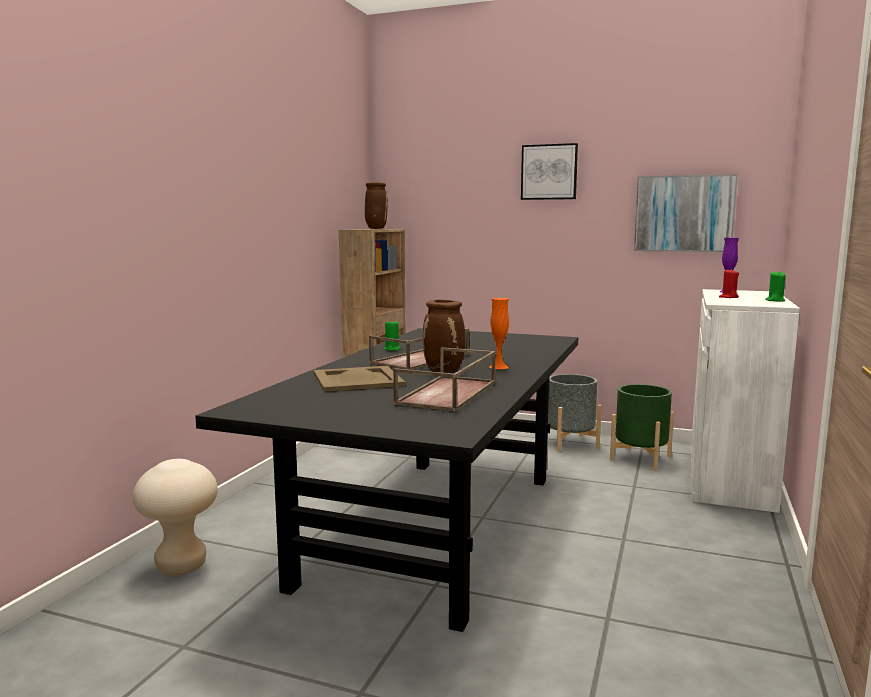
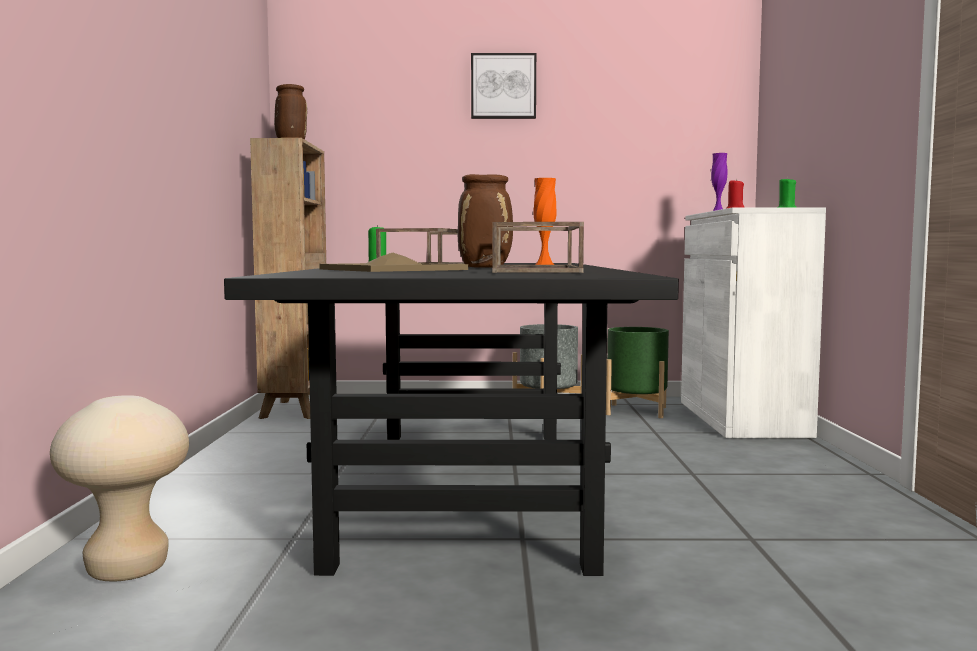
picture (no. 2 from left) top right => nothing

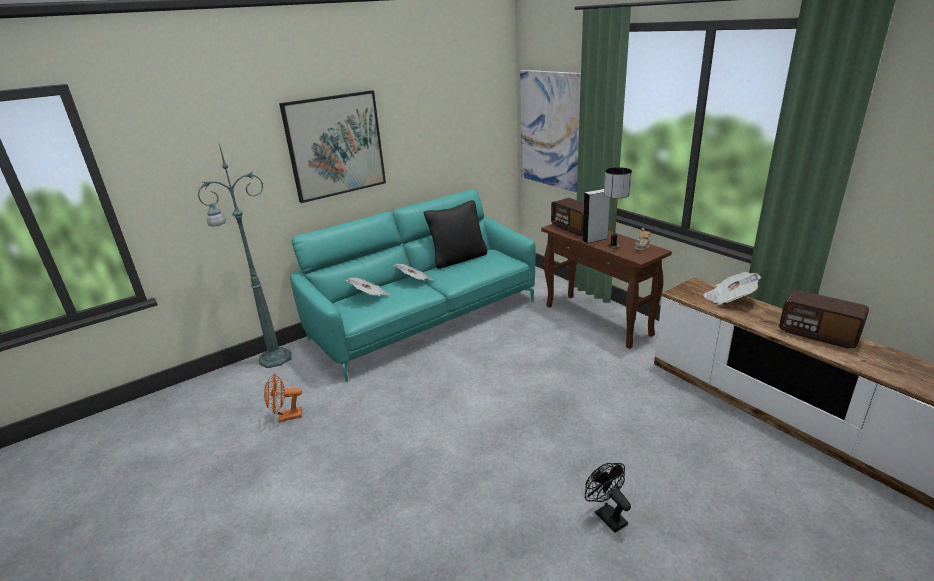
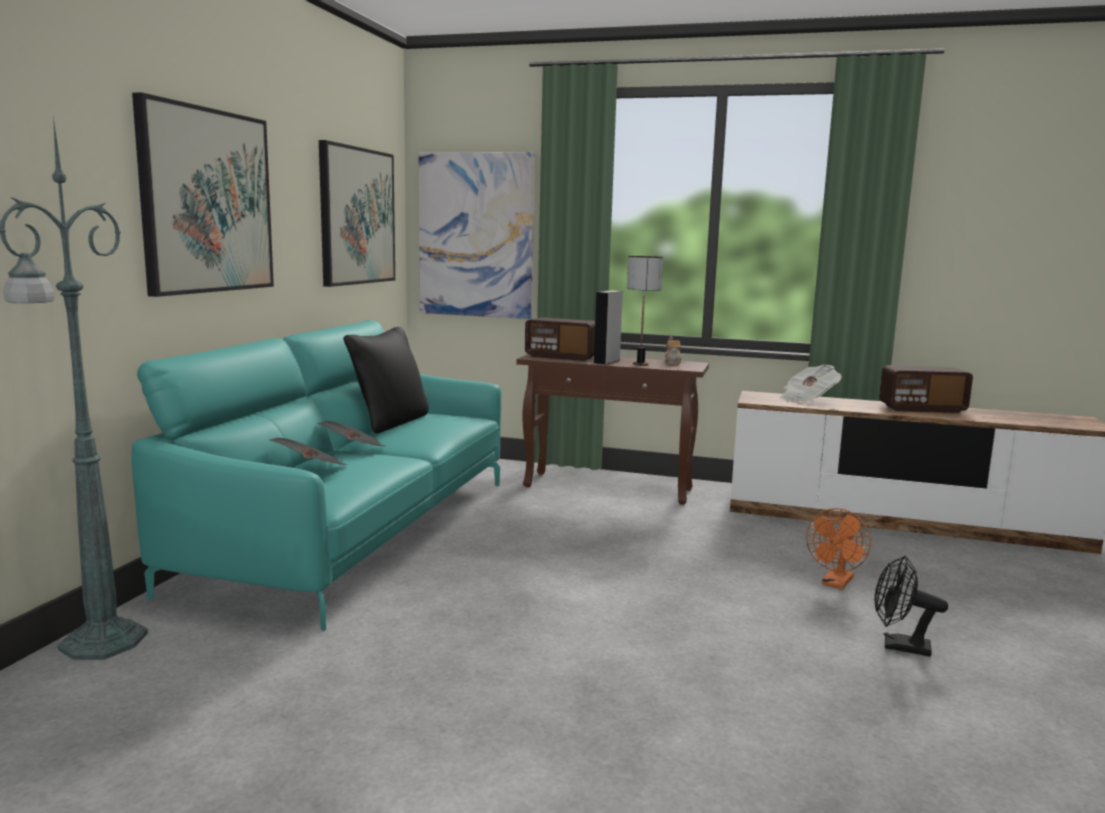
orange fan bottom left => orange fan bottom right, shifted
nothing => picture (no. 2 from left) top left

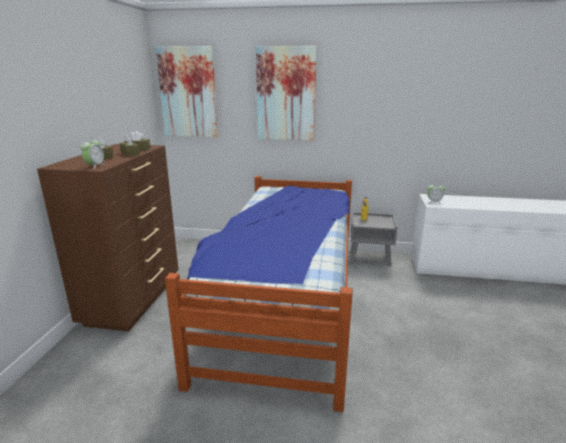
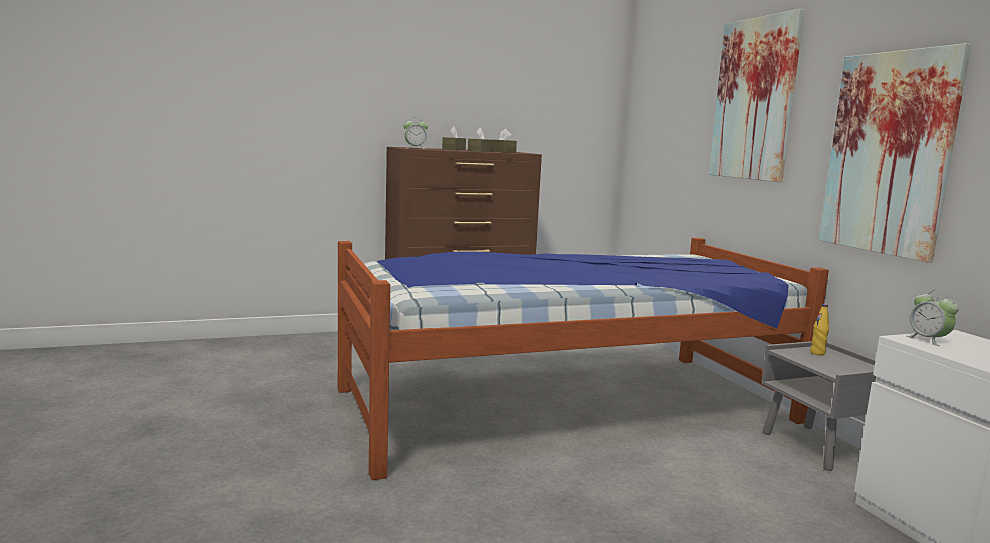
picture (no. 1 from left in the first image) top left => picture (no. 2 from left) top right, shifted

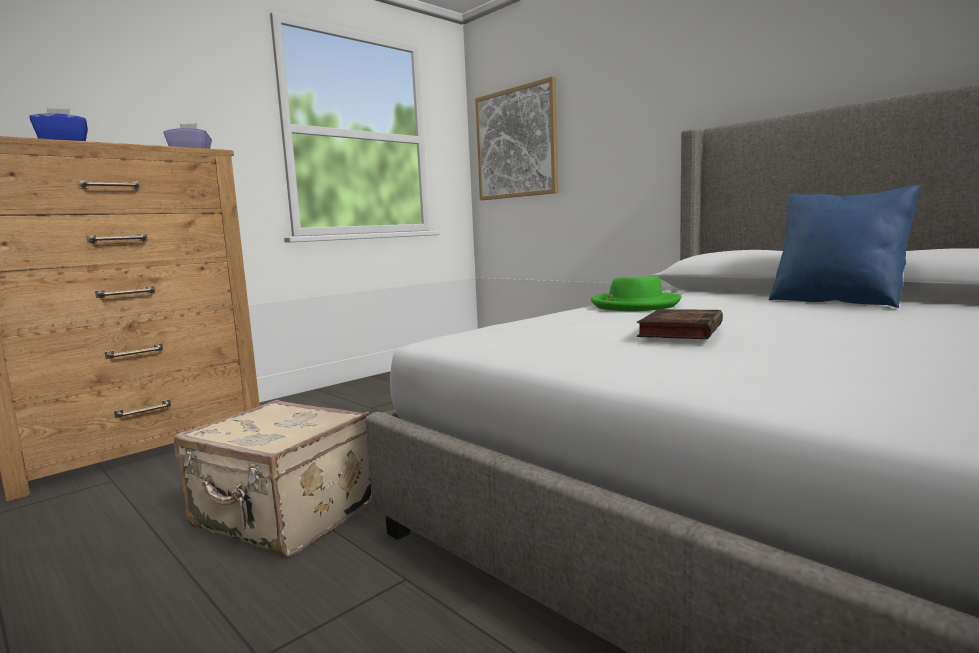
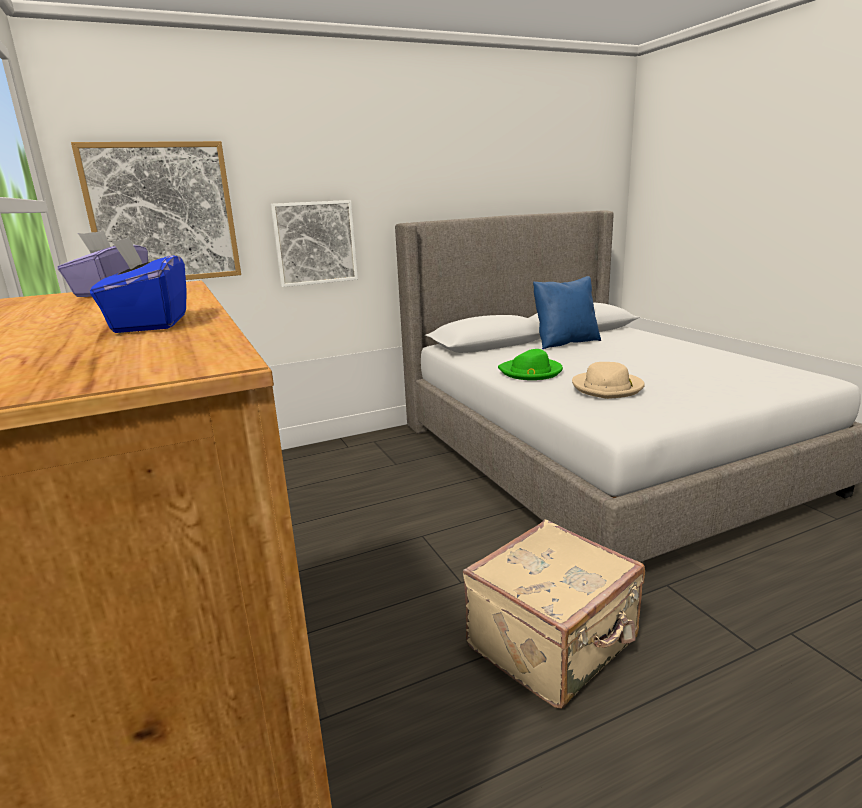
book middle right => nothing
nothing => picture (no. 2 from left) top centre
nothing => beige hat middle right

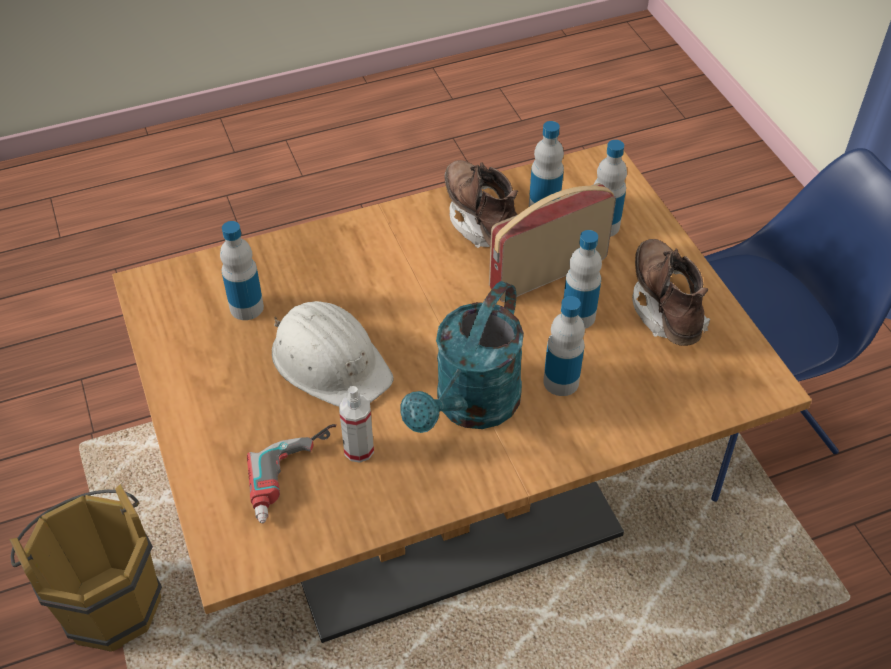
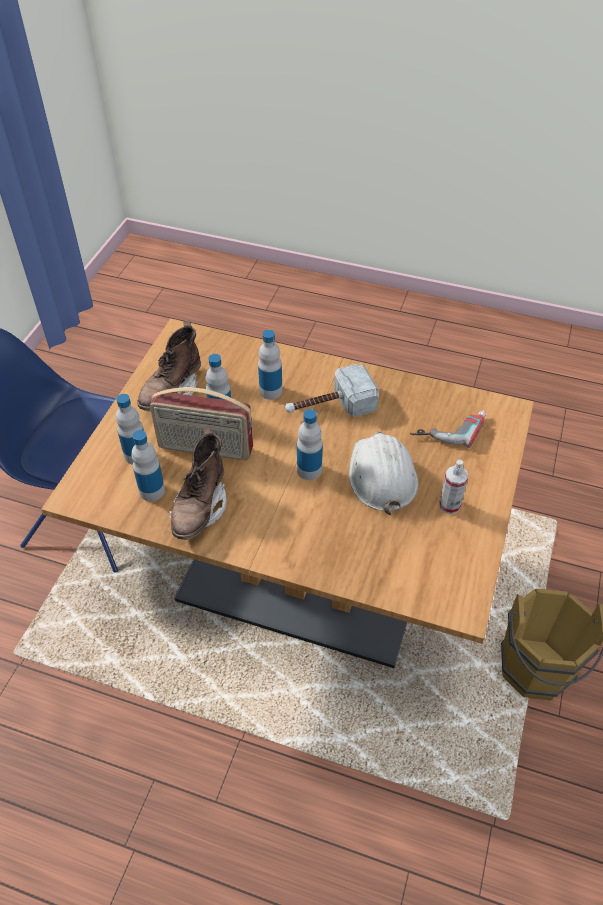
bottle (no. 1 from left in the first image) middle left => bottle (no. 5 from left) centre, shifted
turquoise watering can centre => hammer centre
spray bottle centre => spray bottle middle right, shifted

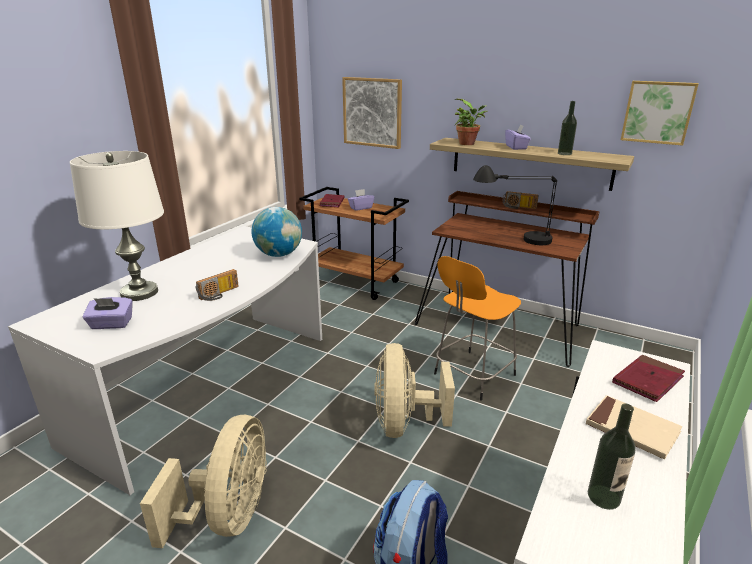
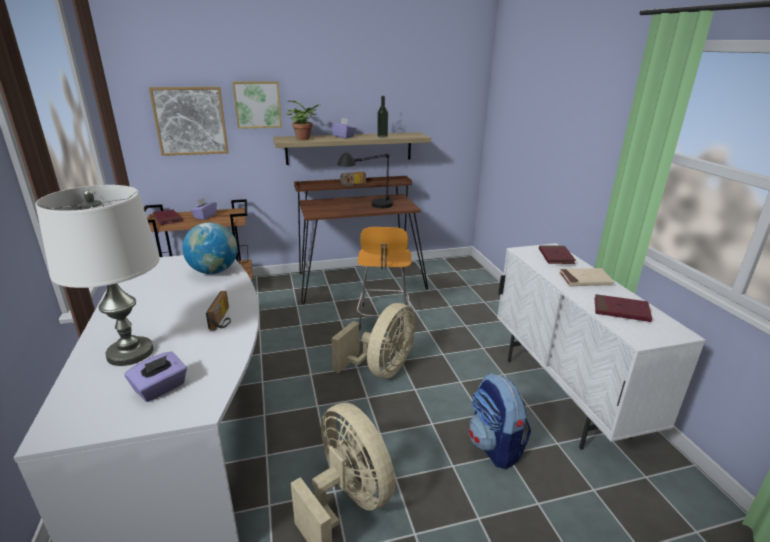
picture (no. 2 from left) top right => picture (no. 2 from left) top centre, shifted
beige fan (no. 2 from left) bottom centre => beige fan (no. 2 from left) centre, 105 degrees counterclockwise
bottle (no. 2 from left) bottom right => red book (no. 3 from left) middle right

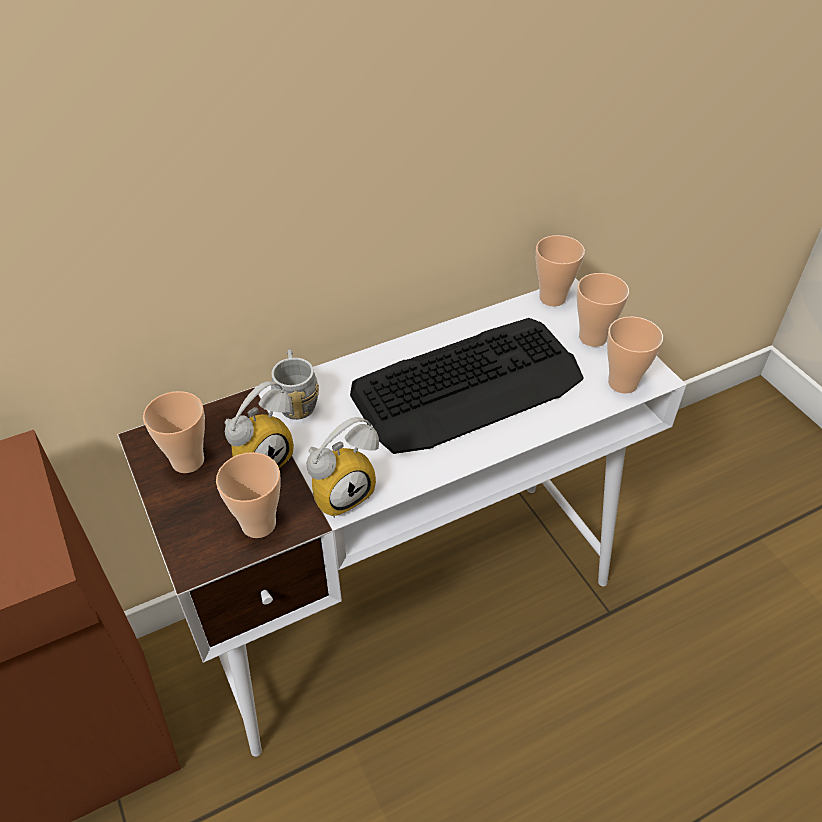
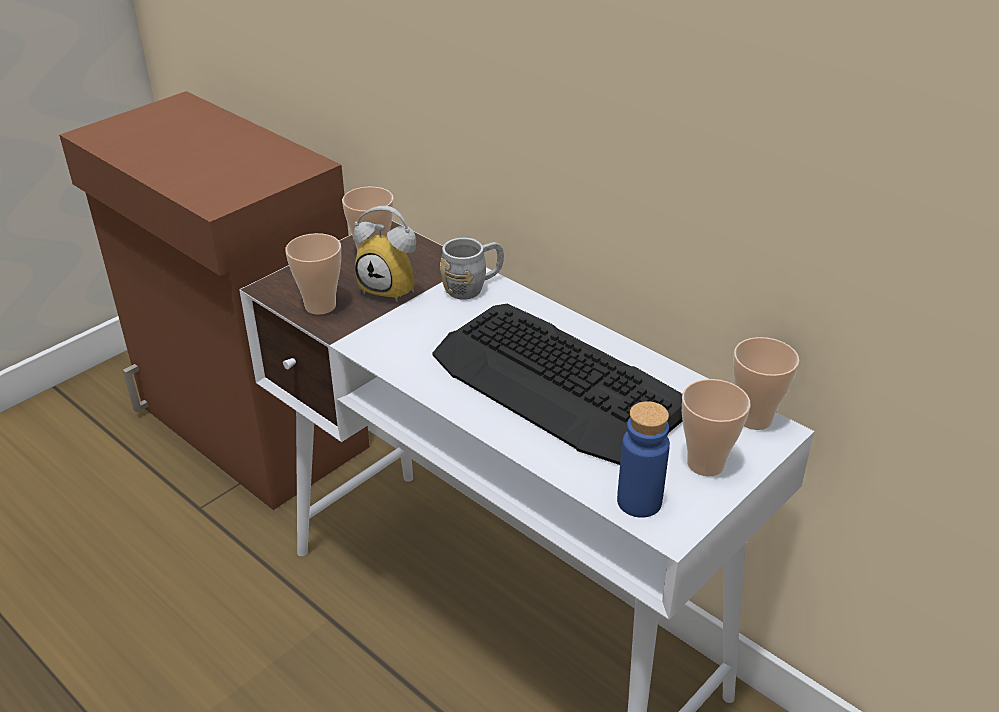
cup (no. 5 from left) middle right => blue bottle centre
alarm clock (no. 2 from left) centre => nothing

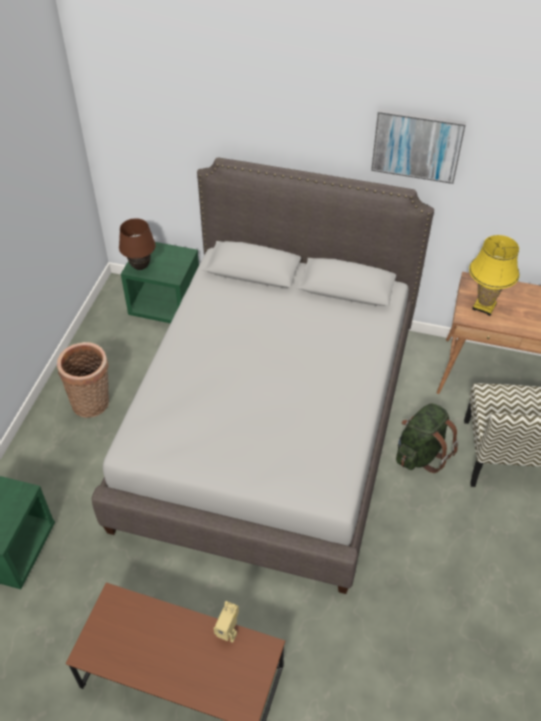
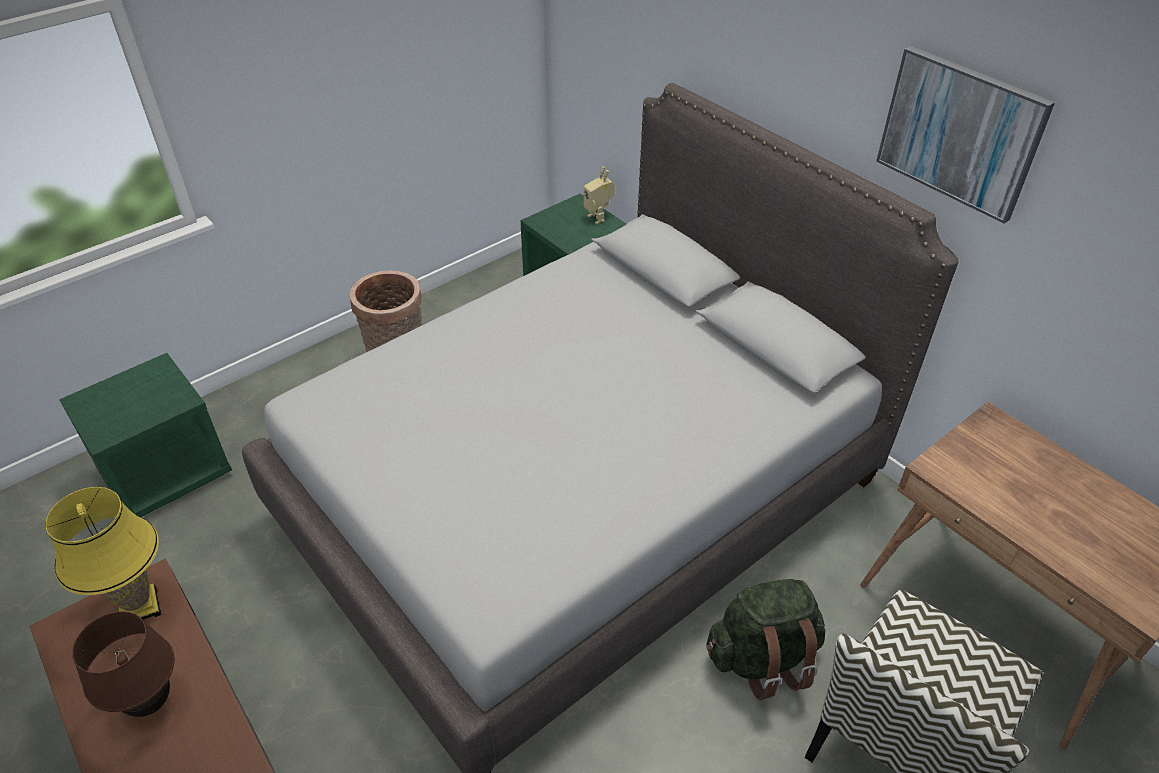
brown table lamp middle left => brown table lamp bottom left, shifted
yellow table lamp middle right => yellow table lamp bottom left, shifted
toy robot bottom centre => toy robot top centre, shifted

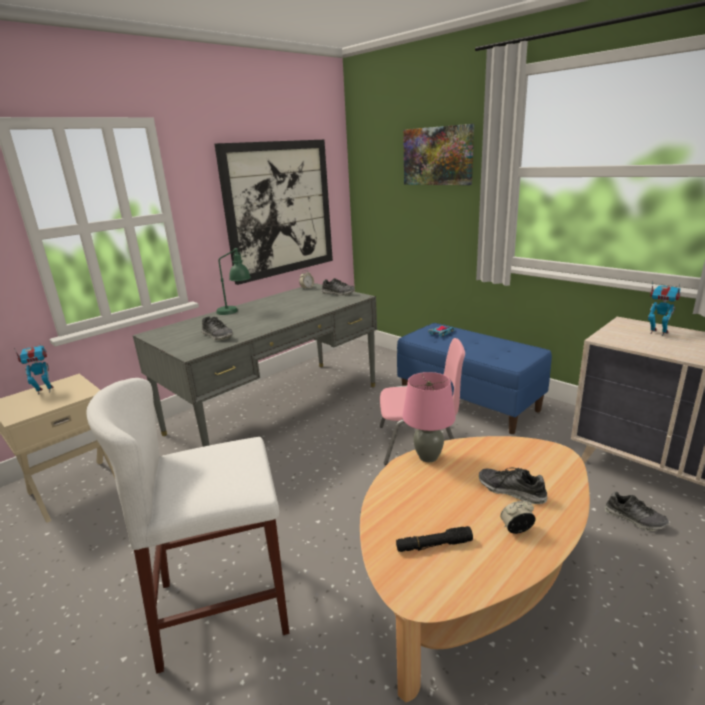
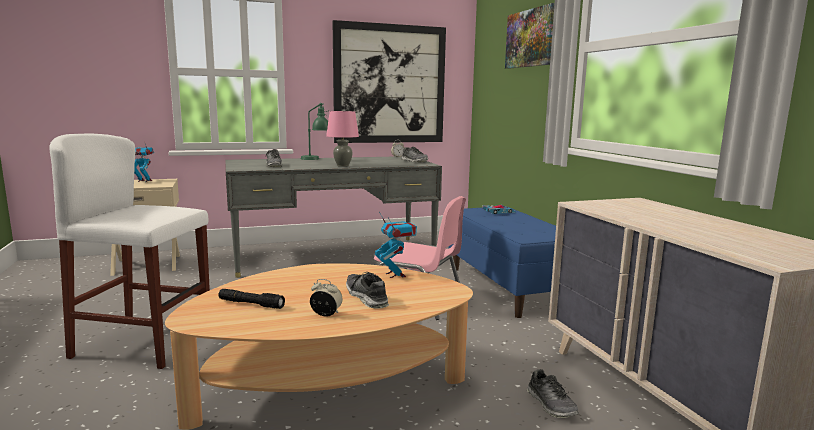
toy robot (no. 2 from left) middle right => toy robot (no. 2 from left) centre, shifted
pink table lamp centre => pink table lamp top centre, shifted

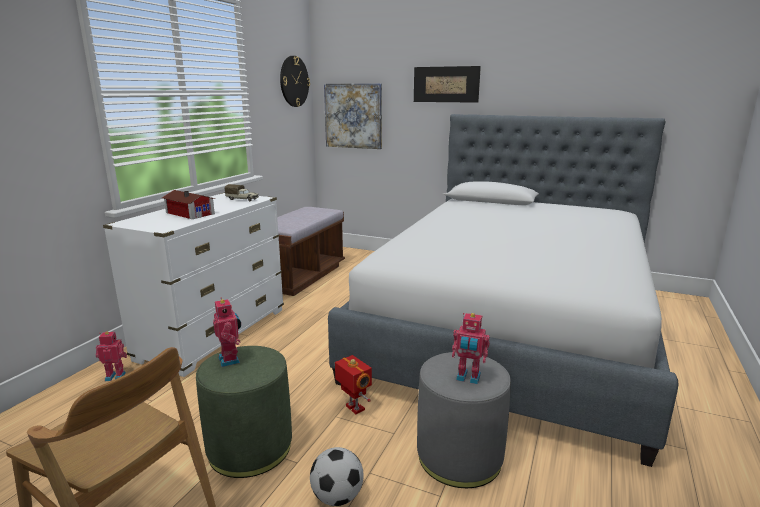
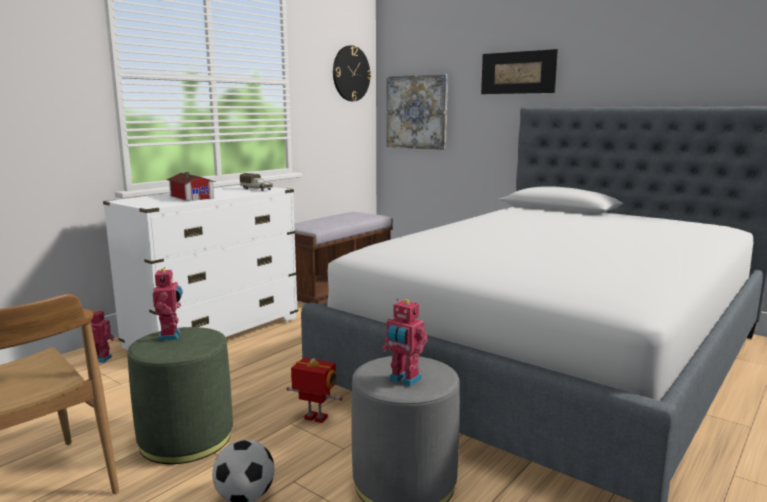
toy robot (no. 3 from left) bottom centre, 45 degrees counterclockwise

